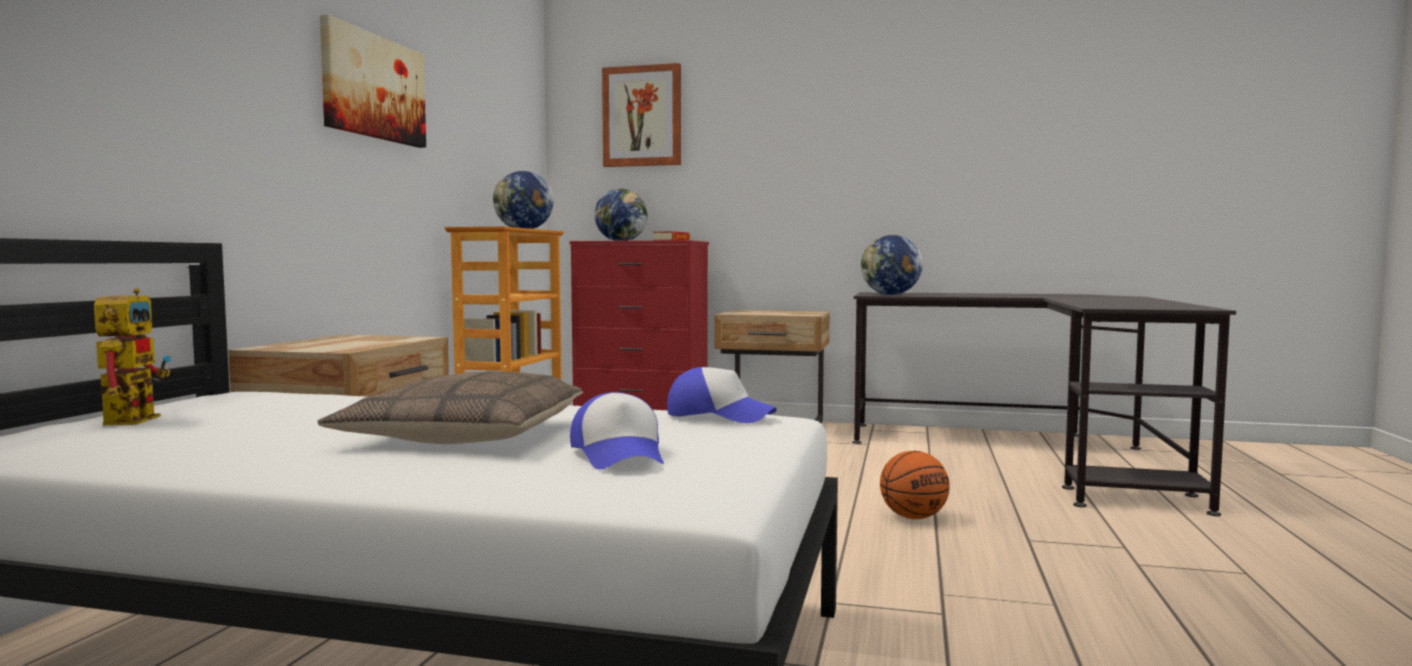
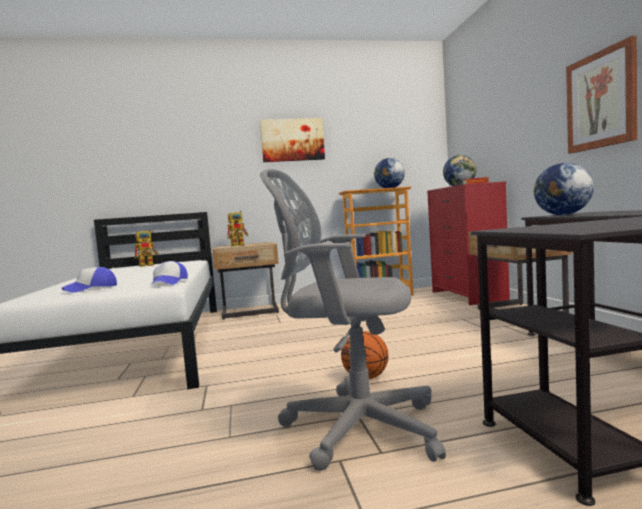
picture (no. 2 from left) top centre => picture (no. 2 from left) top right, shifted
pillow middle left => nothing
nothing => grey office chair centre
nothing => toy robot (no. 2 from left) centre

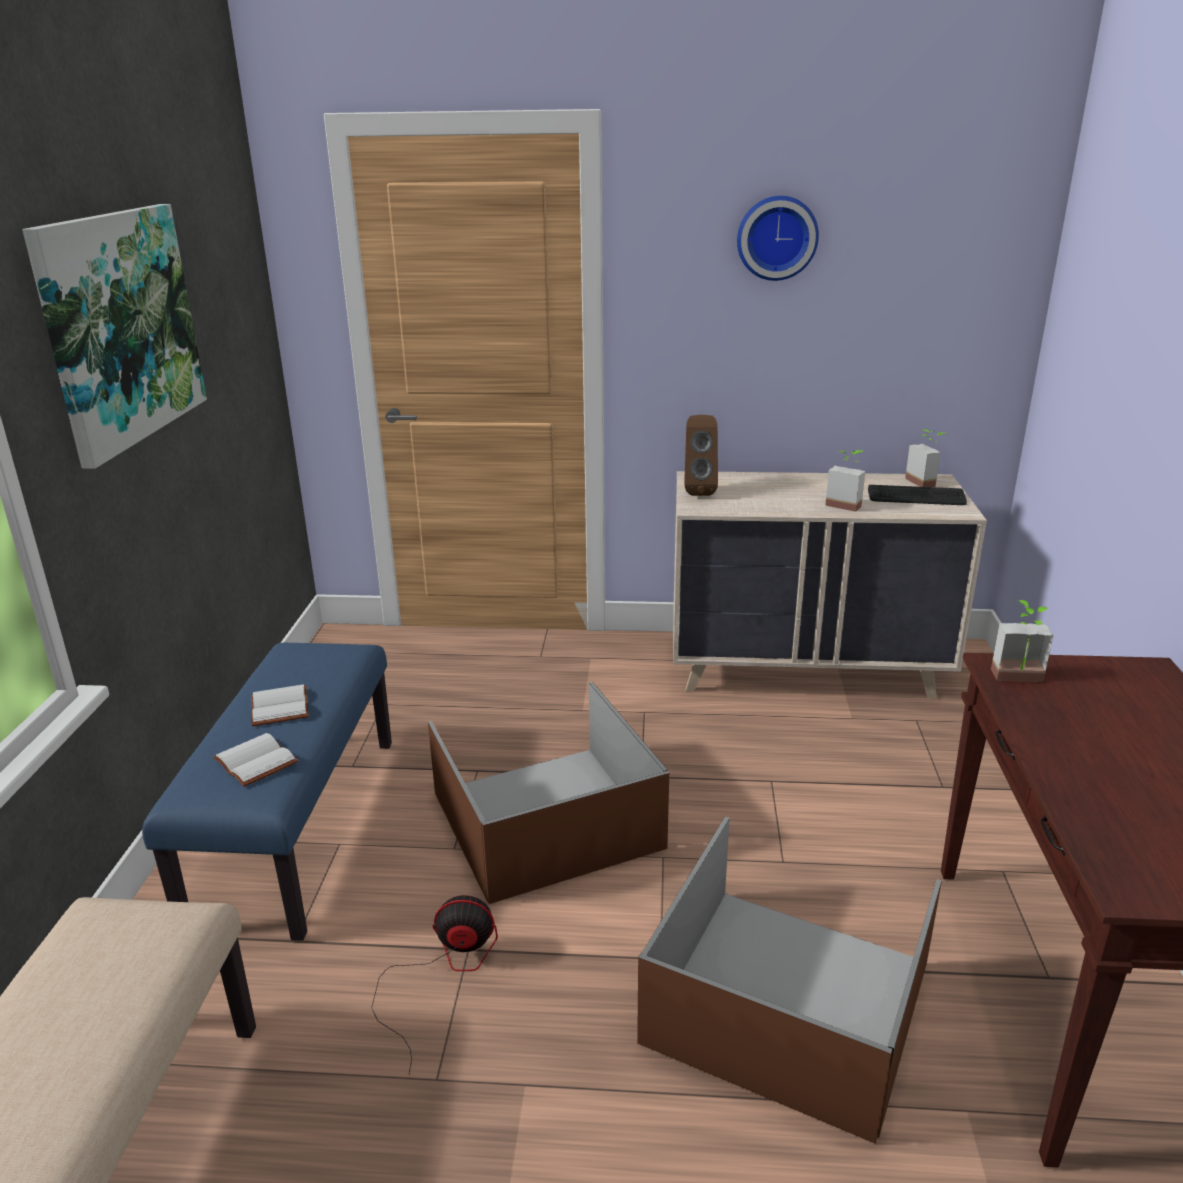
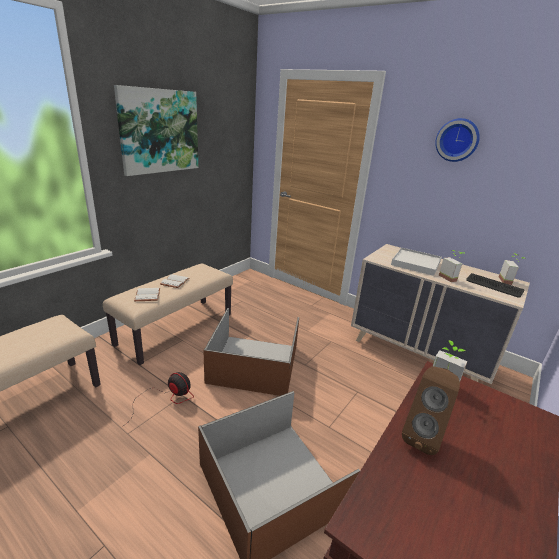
brown speaker centre => brown speaker bottom right, shifted
blue bench bottom left => beige bench (no. 2 from left) middle left
nothing => white tray middle right

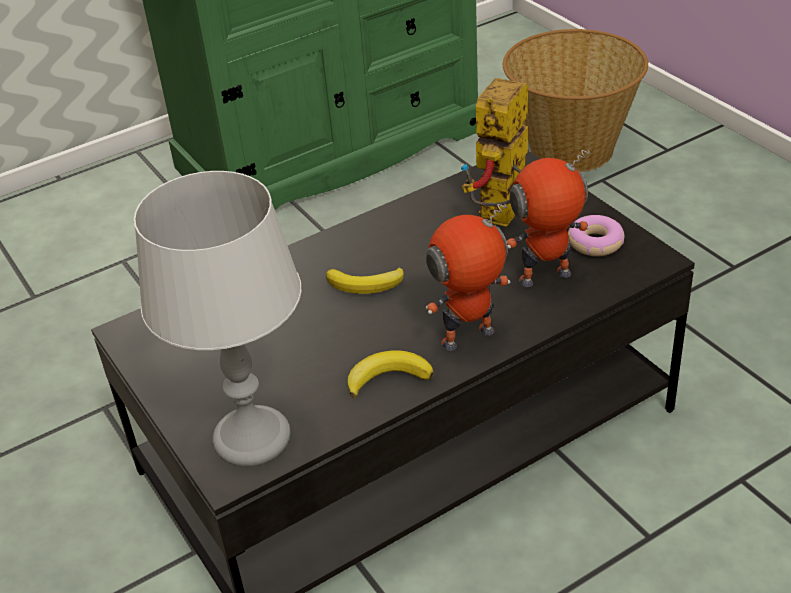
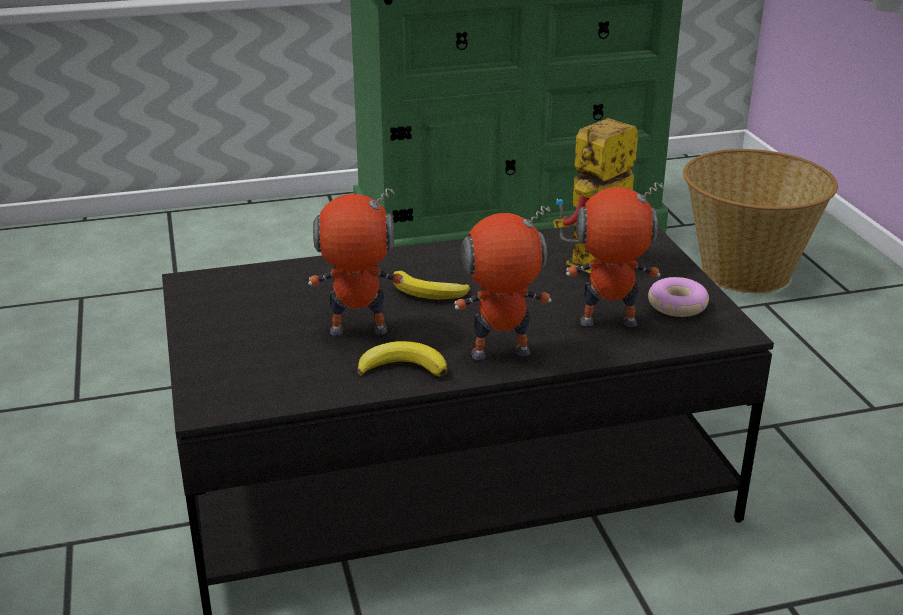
grey table lamp middle left => nothing
nothing => toy robot (no. 1 from left) centre

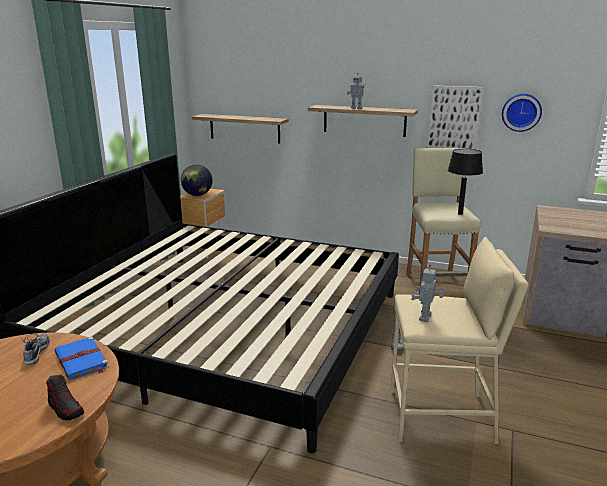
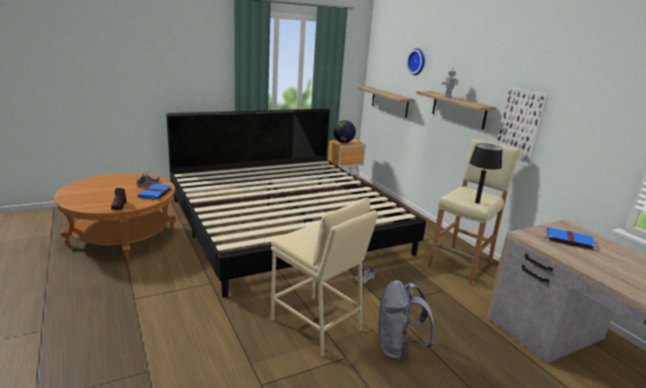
wall clock top right => wall clock top centre, shifted
toy robot (no. 2 from left) middle right => nothing
nothing => blue book (no. 2 from left) middle right
nothing => grey backpack bottom centre

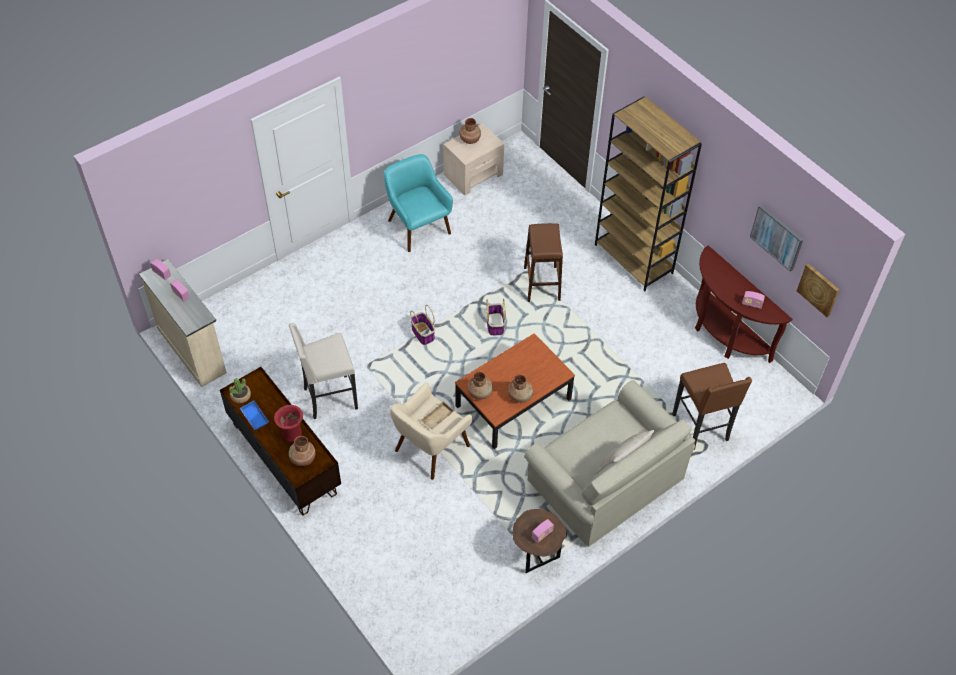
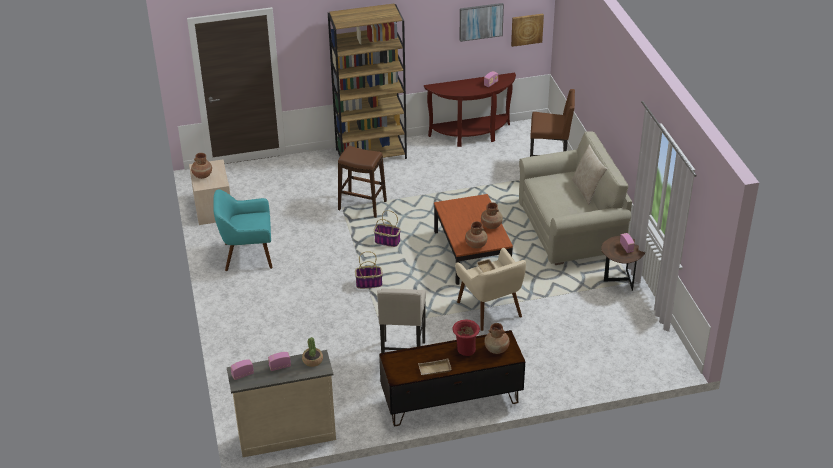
potted plant middle left => potted plant bottom centre, shifted
blue tray middle left => beige tray (no. 1 from left) bottom centre

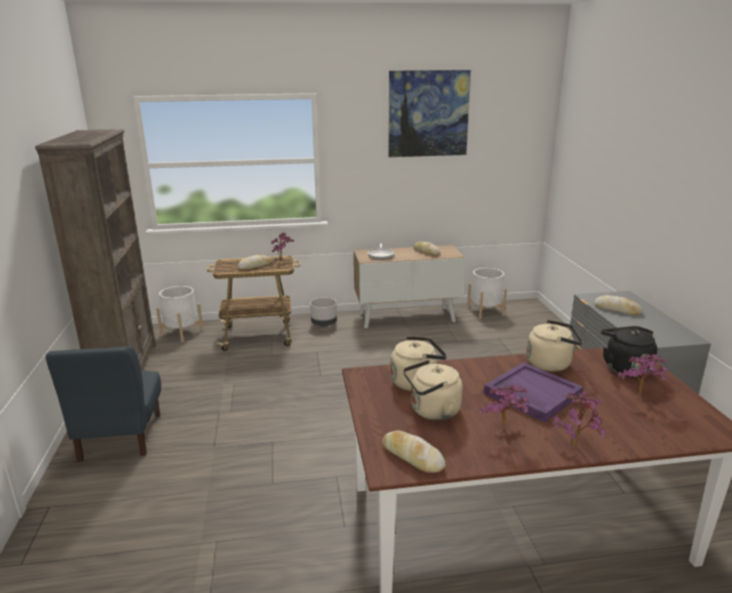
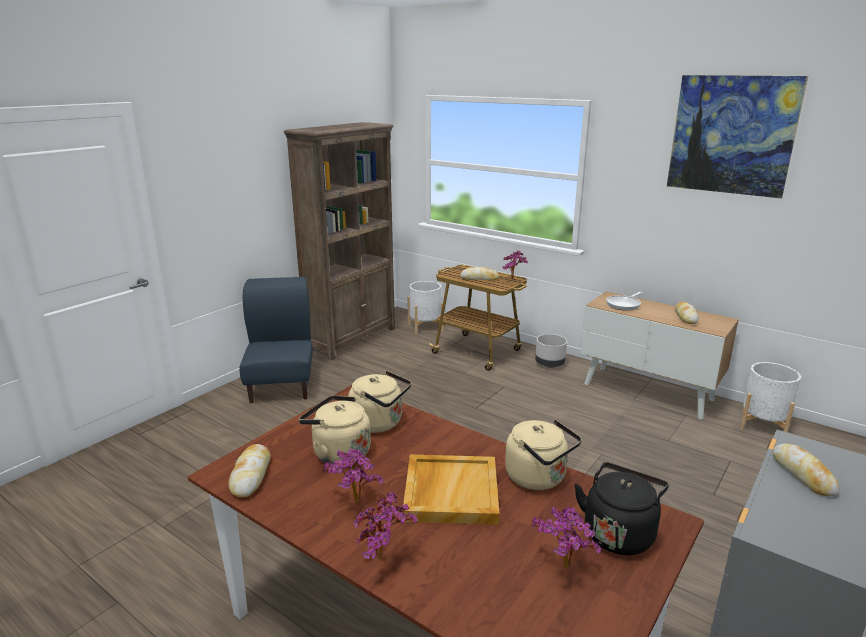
blue chair bottom left => blue chair middle left, 135 degrees clockwise
purple tray middle right => beige tray bottom centre

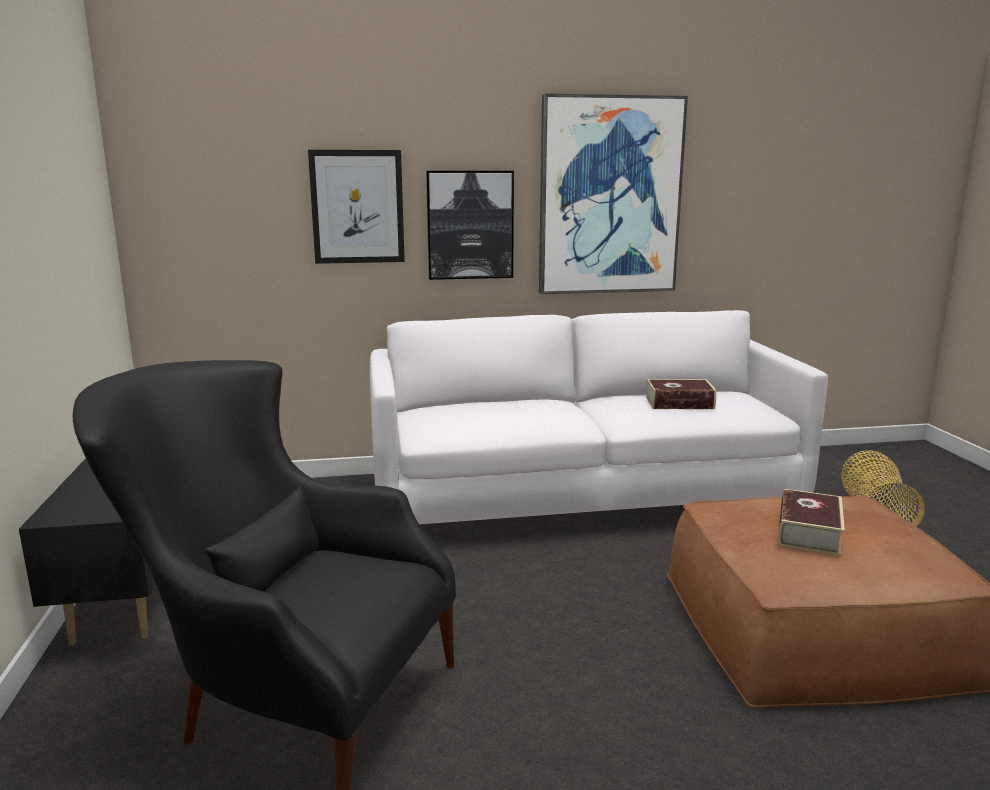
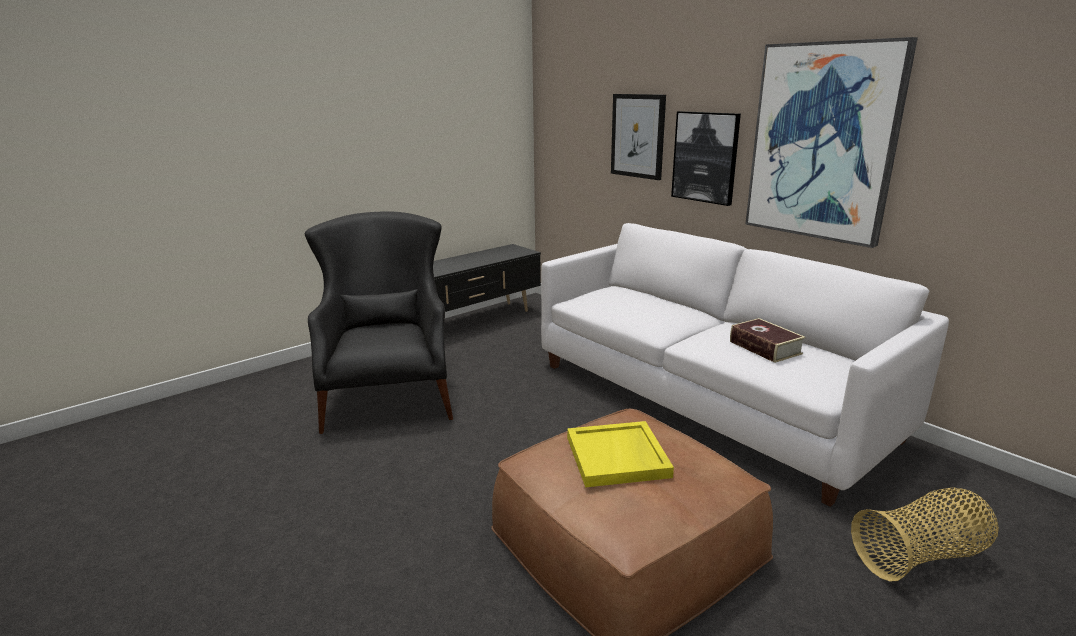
book (no. 2 from left) middle right => yellow tray bottom centre

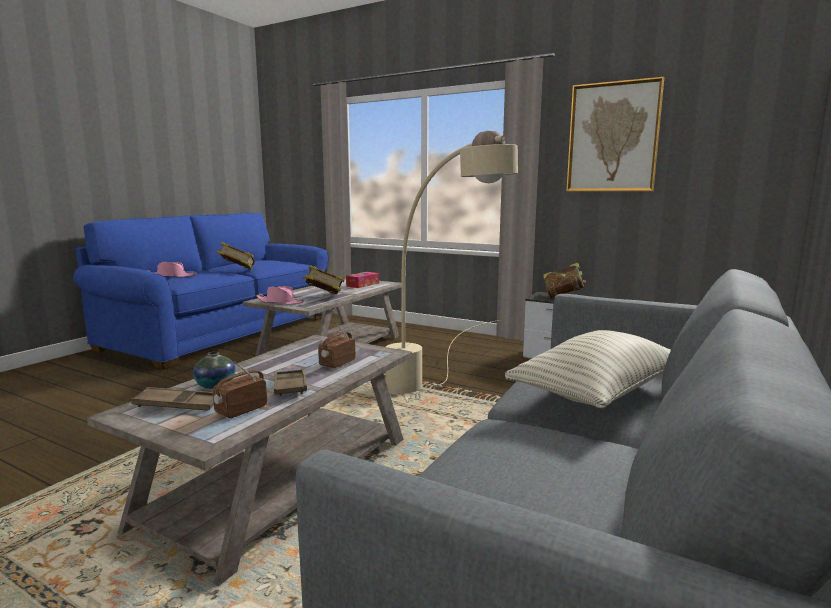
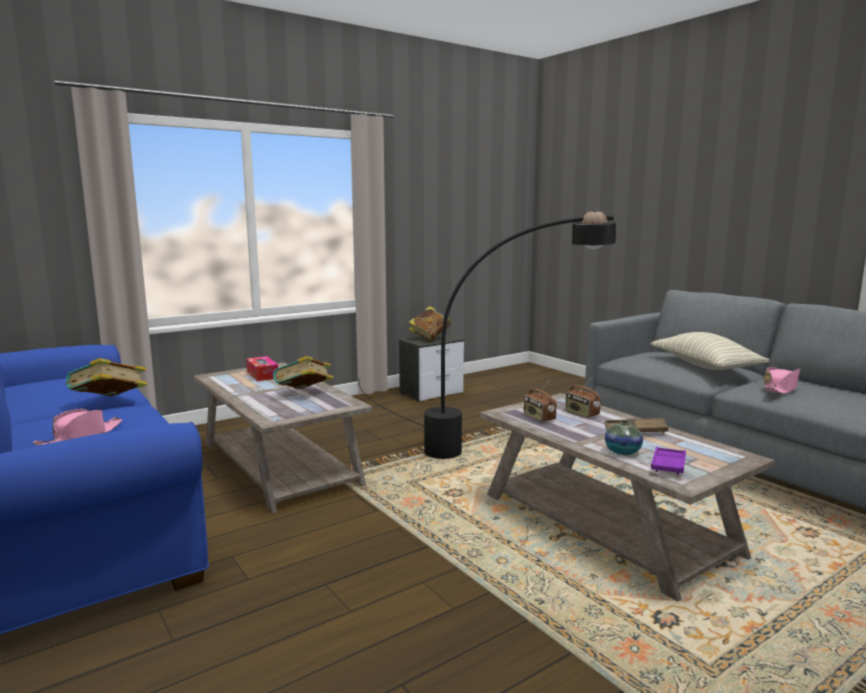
picture top right => nothing
beige floor lamp centre => black floor lamp centre
pink hat (no. 2 from left) centre => pink hat (no. 2 from left) middle right, shifted
radio (no. 1 from left) middle left => radio (no. 1 from left) centre, shifted
brown tray (no. 1 from left) middle left => purple tray middle right

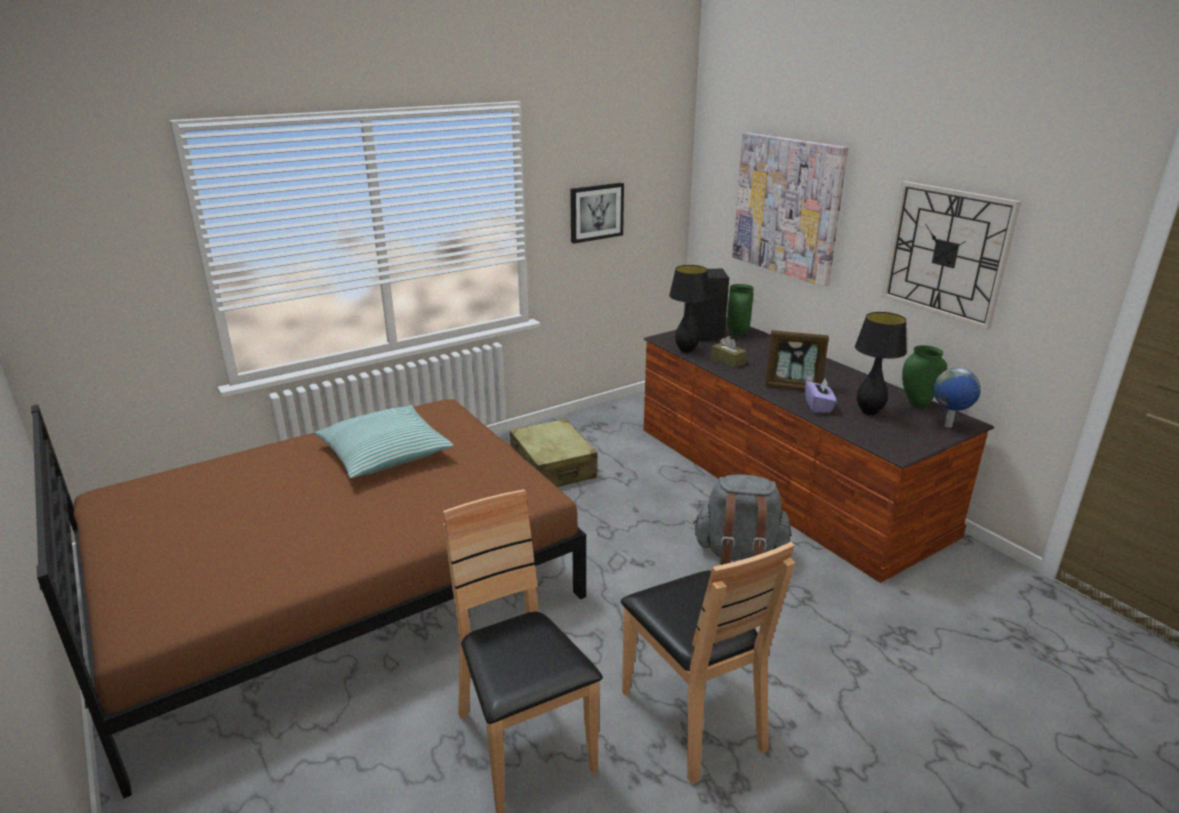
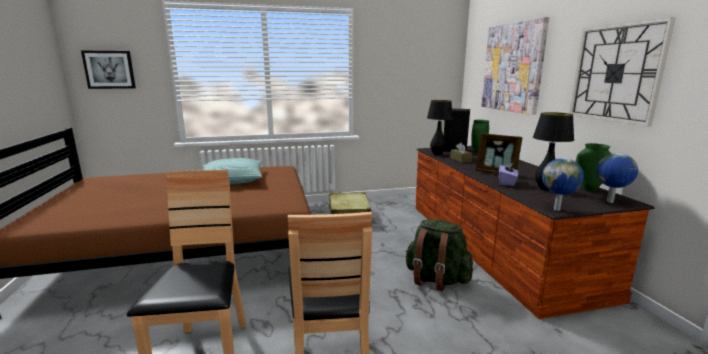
picture (no. 1 from left) top centre => picture (no. 1 from left) top left, shifted
grey backpack centre => green backpack bottom centre
nothing => globe (no. 1 from left) middle right

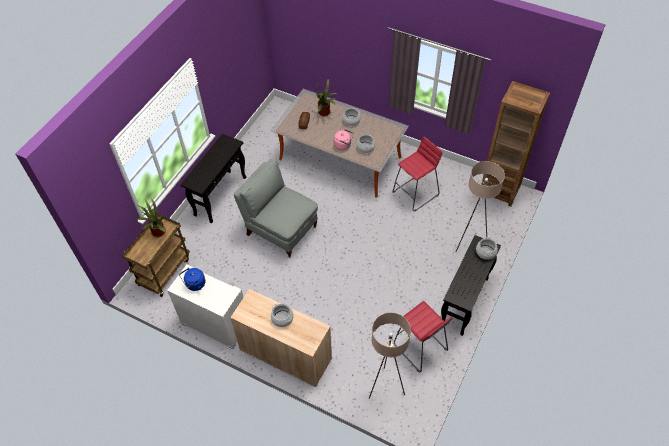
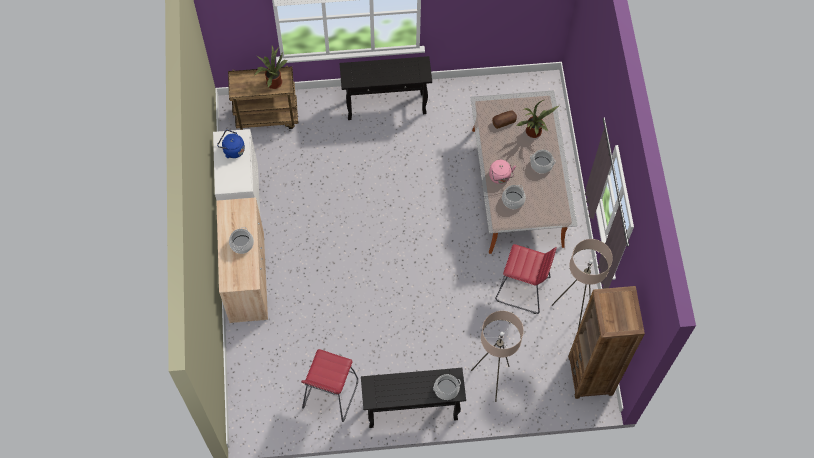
grey chair centre => nothing
beige floor lamp (no. 1 from left in the first image) bottom centre => beige floor lamp (no. 2 from left) middle right, shifted

